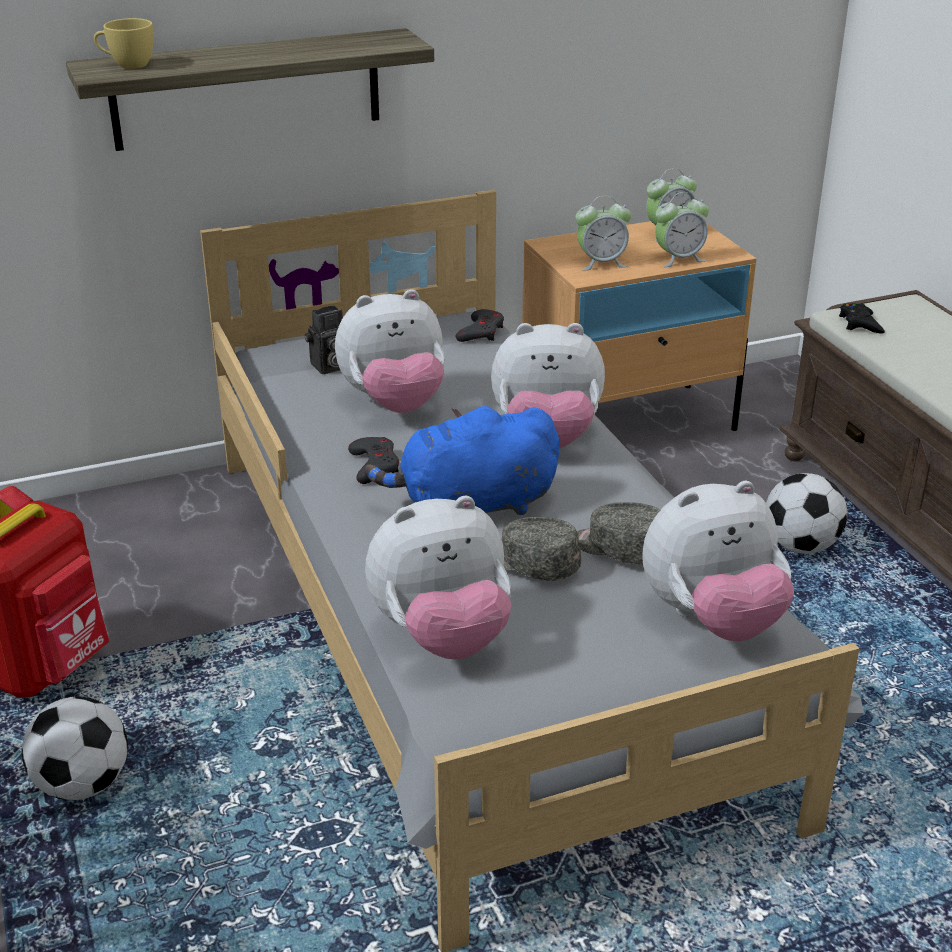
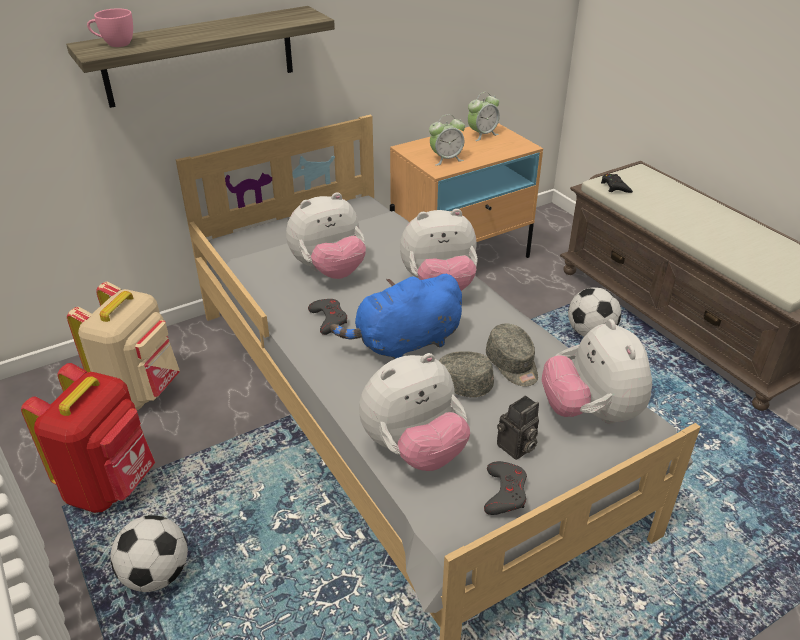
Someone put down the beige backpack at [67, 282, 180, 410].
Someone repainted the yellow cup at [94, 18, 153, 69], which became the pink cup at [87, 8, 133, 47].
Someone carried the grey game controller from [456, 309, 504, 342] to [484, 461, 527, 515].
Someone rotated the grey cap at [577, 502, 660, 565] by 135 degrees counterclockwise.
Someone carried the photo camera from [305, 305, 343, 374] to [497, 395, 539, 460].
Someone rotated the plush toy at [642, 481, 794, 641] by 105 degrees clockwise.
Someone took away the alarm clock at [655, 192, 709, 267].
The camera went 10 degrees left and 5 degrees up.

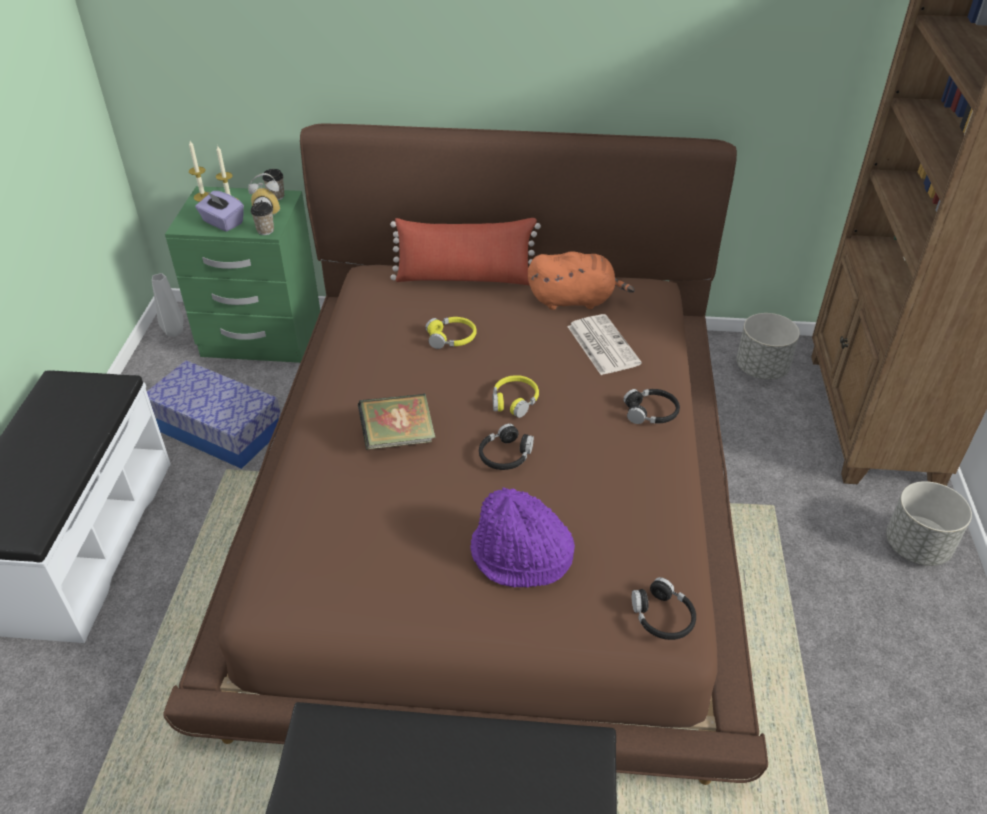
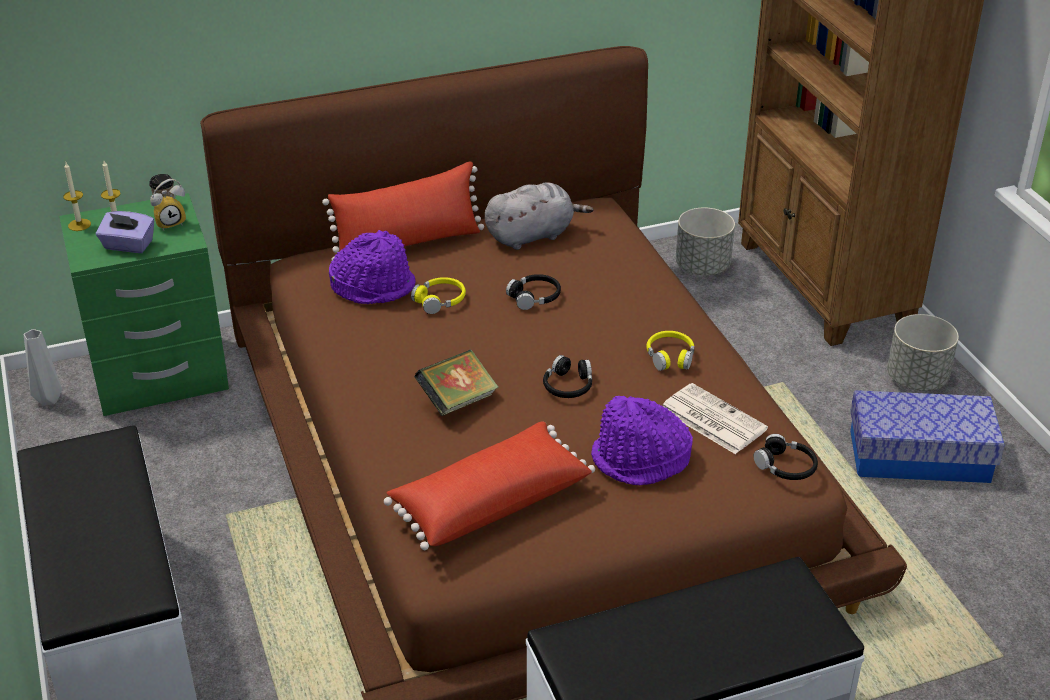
Someone put down the purple hat at [329, 230, 416, 304].
Someone put down the red pillow at [384, 422, 595, 550].
Someone repainted the orange plush toy at [528, 252, 635, 310], which became the grey plush toy at [485, 183, 593, 250].
Someone carried the black headphones from [623, 389, 680, 424] to [506, 274, 561, 310].
Someone carried the yellow headphones from [493, 375, 539, 418] to [646, 331, 694, 371].
Someone carried the newspaper from [567, 314, 642, 375] to [663, 383, 768, 454].
Someone carried the storage box from [147, 360, 281, 469] to [850, 390, 1005, 483].
Someone took away the cup at [251, 202, 274, 235].
The camera went 25 degrees left and 5 degrees down.

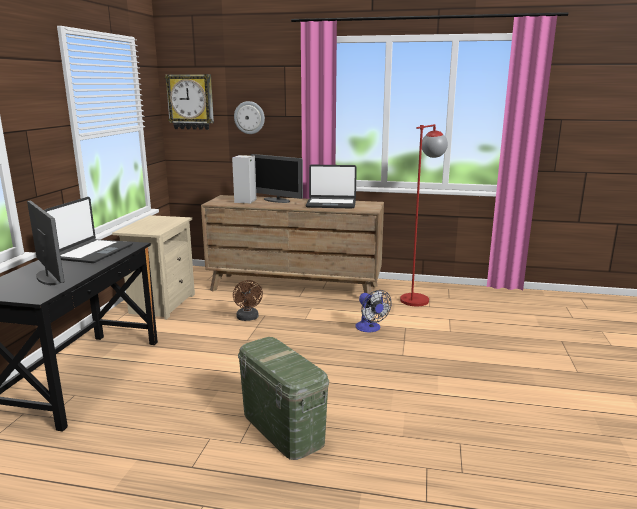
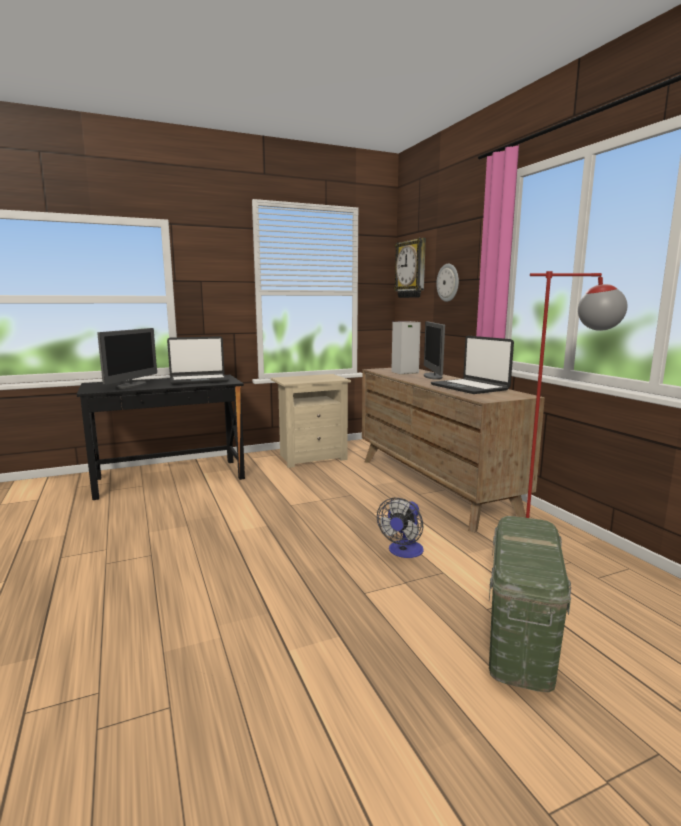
Someone carried the green storage box from [238, 337, 329, 460] to [489, 516, 571, 692].
Someone took away the brown fan at [233, 280, 263, 321].
The camera went 55 degrees right and 5 degrees down.

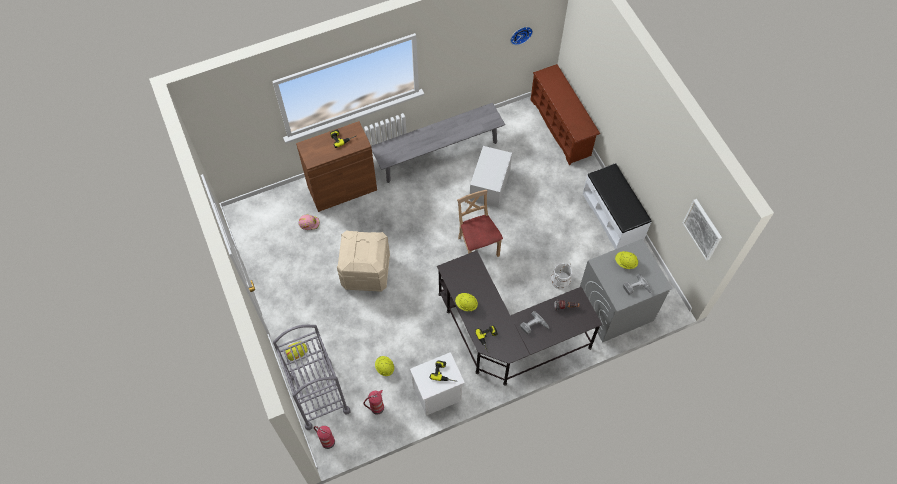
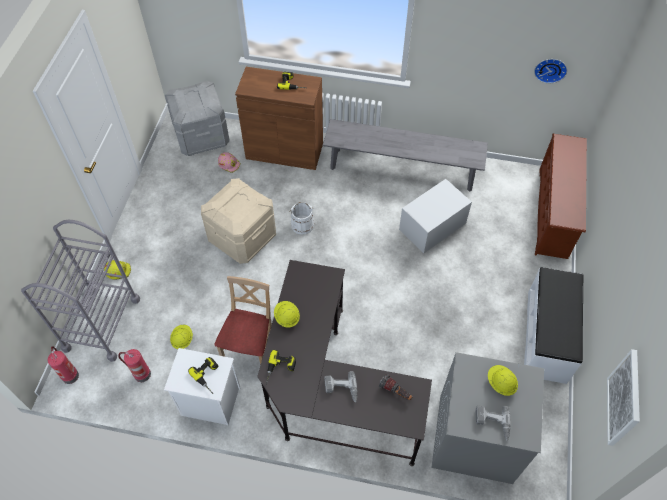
Someone put down the grey storage box at [165, 81, 230, 156].
Someone carried the beige chair from [457, 190, 503, 257] to [214, 276, 272, 365].
Someone carried the white bucket from [551, 263, 572, 289] to [289, 202, 314, 235].
The camera went 35 degrees right and 5 degrees down.

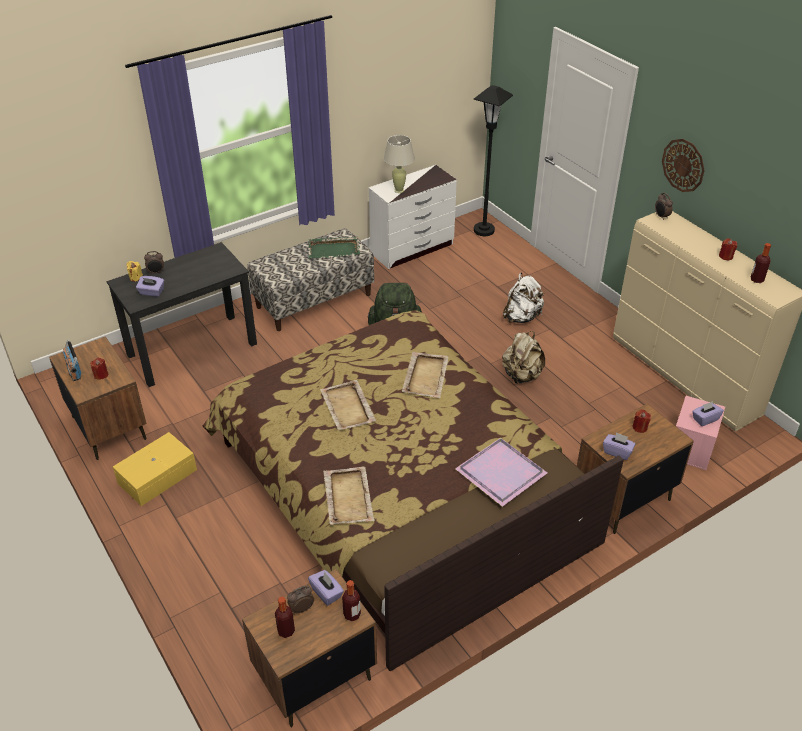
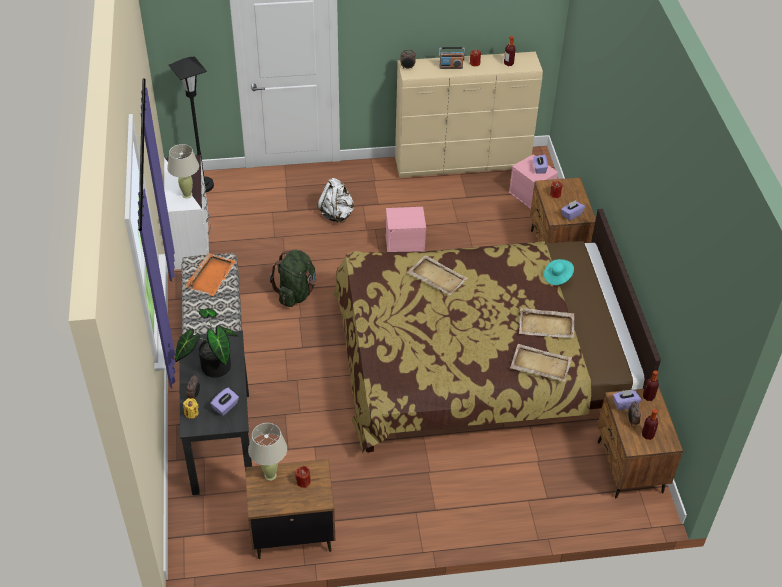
Someone put down the potted plant at [175, 308, 239, 377].
Someone repainted the green tray at [308, 237, 360, 259], which became the orange tray at [185, 253, 236, 296].
Someone put down the beige table lamp at [248, 423, 287, 481].
Someone swapped the beige backpack at [502, 331, 545, 384] for the pink storage box at [385, 207, 426, 252].
Someone carried the radio from [63, 340, 82, 381] to [439, 47, 465, 69].
Someone carried the beige tray from [320, 380, 376, 431] to [519, 308, 575, 338].
Someone swapped the purple tray at [455, 438, 547, 507] for the turquoise hat at [544, 259, 574, 285].
Someone took away the yellow storage box at [113, 432, 197, 506].
Someone took away the wall clock at [662, 139, 705, 192].
The camera went 65 degrees left and 5 degrees up.

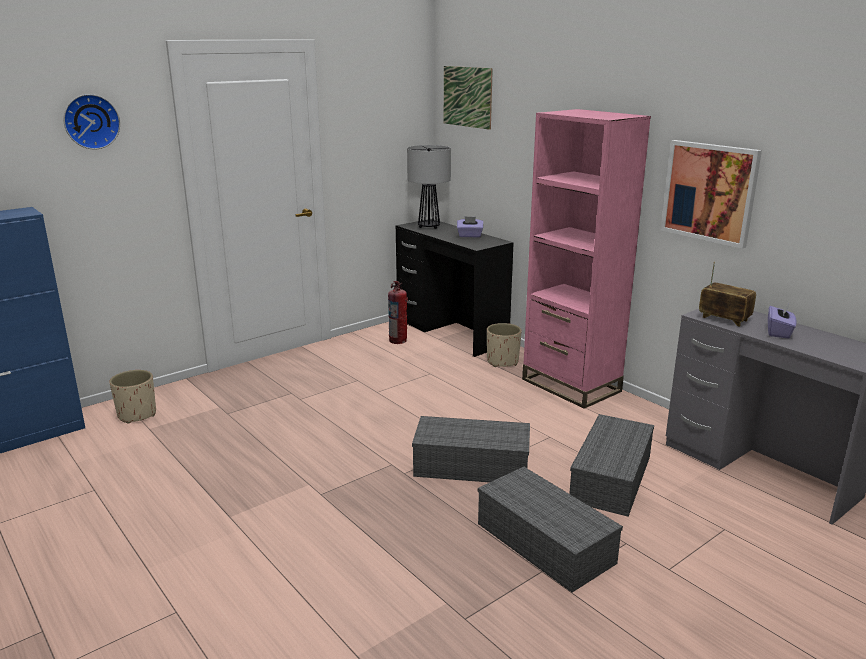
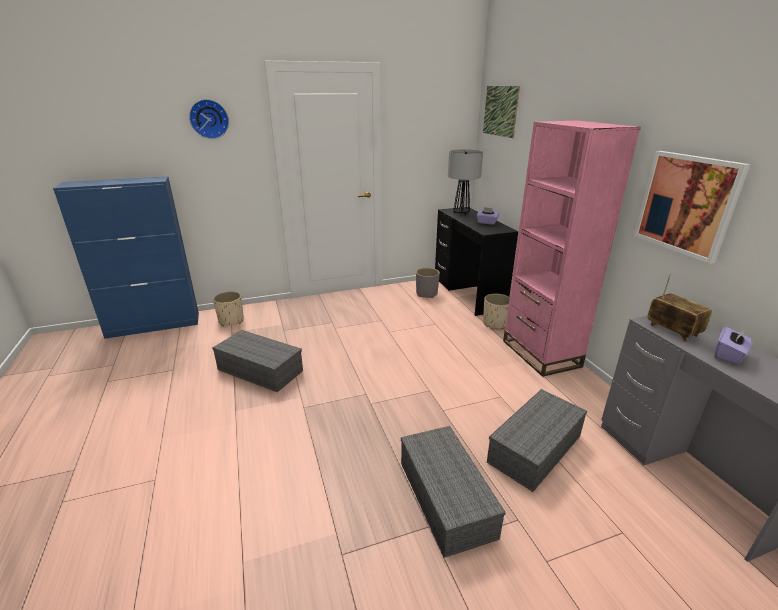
Someone carried the grey storage box from [412, 416, 530, 483] to [213, 330, 303, 392].
Someone swapped the fire extinguisher at [388, 281, 408, 344] for the grey planter at [416, 268, 440, 298].
The camera went 20 degrees right and 5 degrees up.

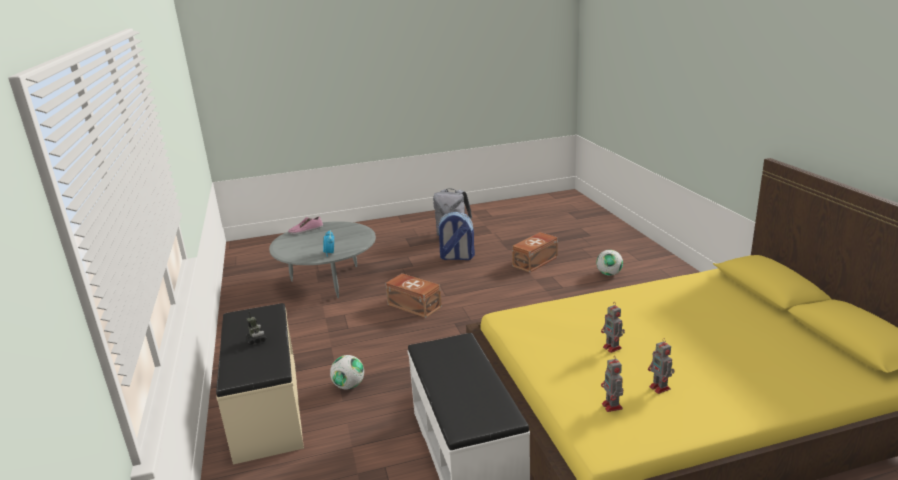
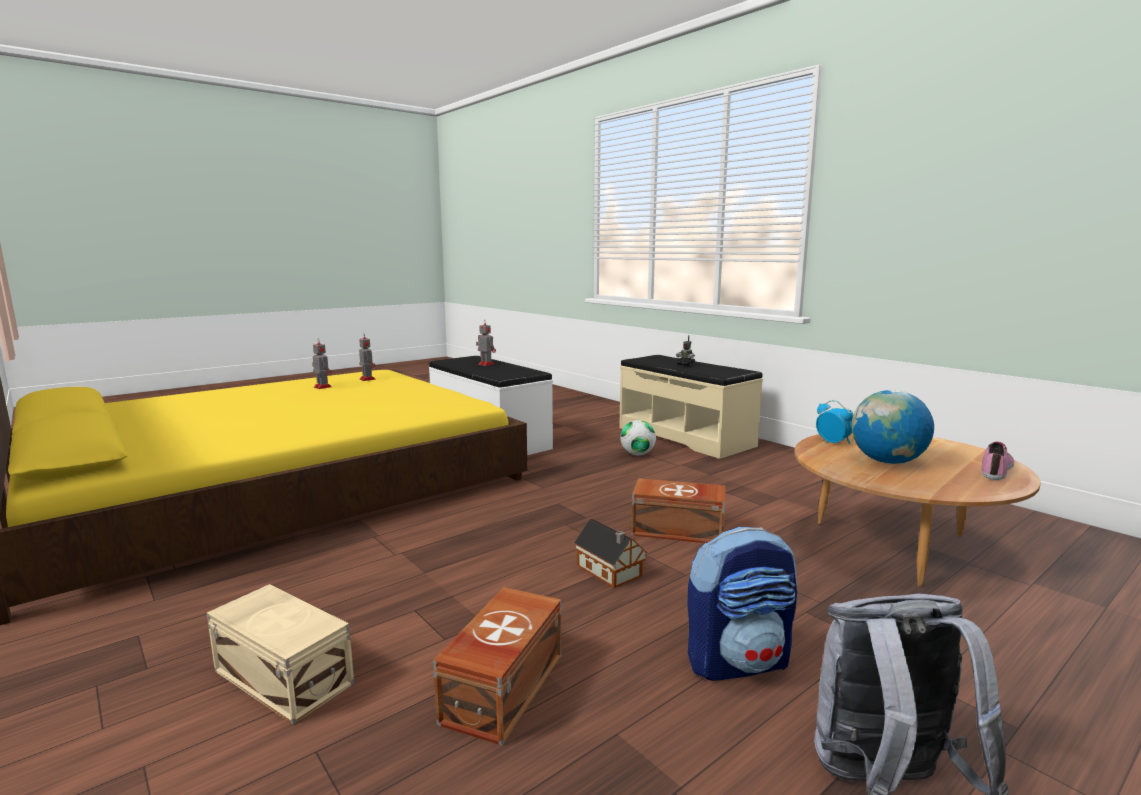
Someone swapped the football at [596, 250, 623, 276] for the beige storage box at [207, 584, 354, 724].
Someone carried the toy robot from [601, 303, 625, 353] to [476, 320, 496, 366].
Someone put down the toy house at [574, 519, 647, 588].
Someone repainted the grey coffee table at [269, 221, 376, 298], which became the brown coffee table at [794, 433, 1041, 587].
Someone put down the globe at [851, 390, 934, 464].
The camera went 155 degrees right and 10 degrees down.

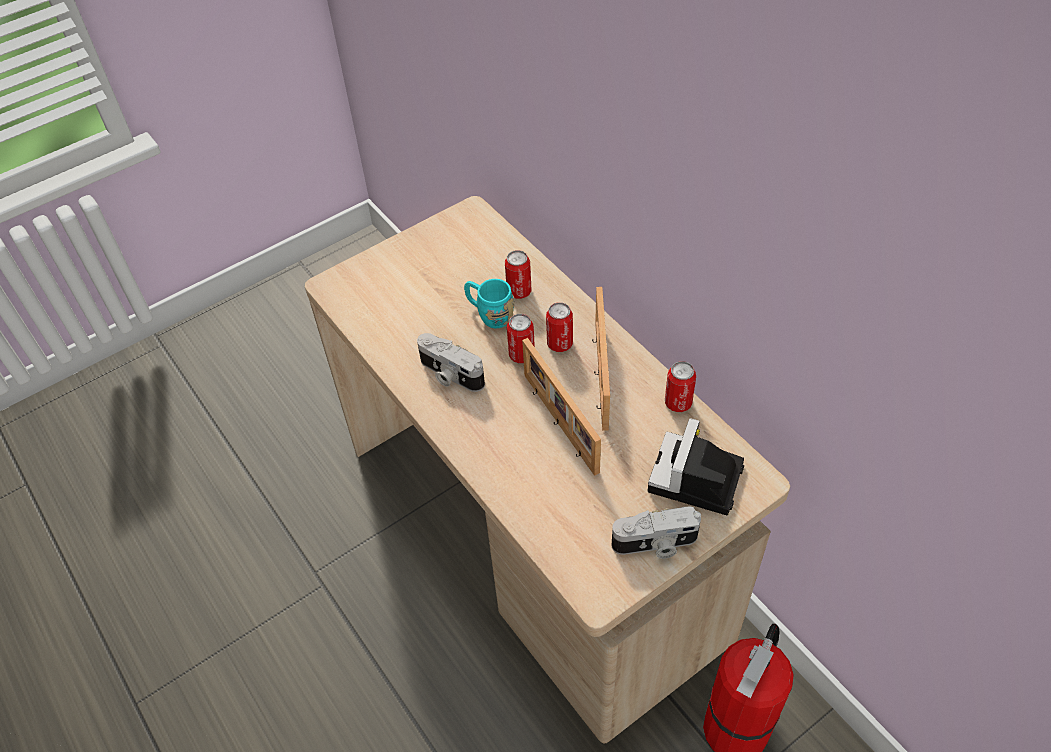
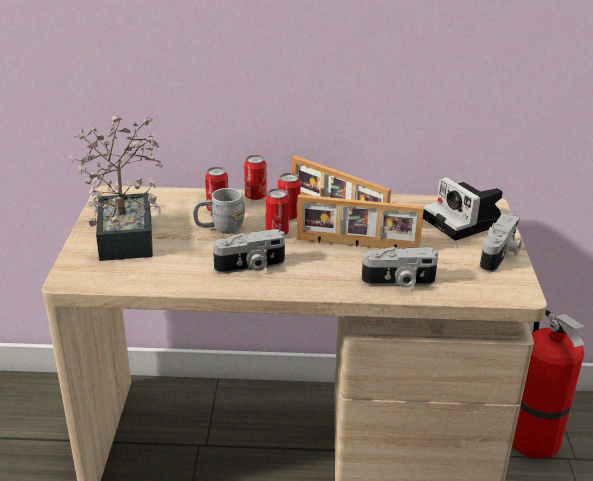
Someone put down the potted plant at [69, 115, 163, 261].
Someone repainted the turquoise mug at [464, 279, 515, 328], which became the grey mug at [193, 188, 245, 234].
Someone carried the can from [665, 361, 696, 412] to [244, 155, 266, 200].
Someone put down the photo camera at [362, 247, 438, 288].
The camera went 55 degrees left and 20 degrees down.

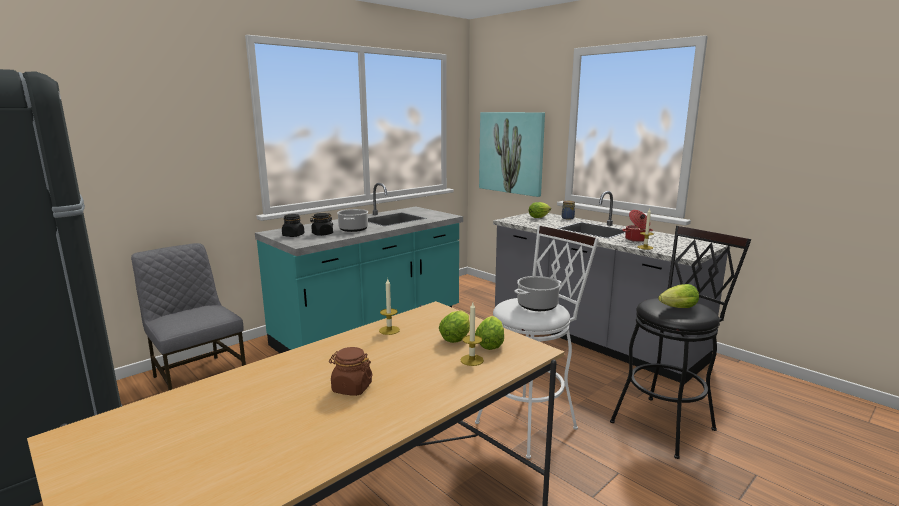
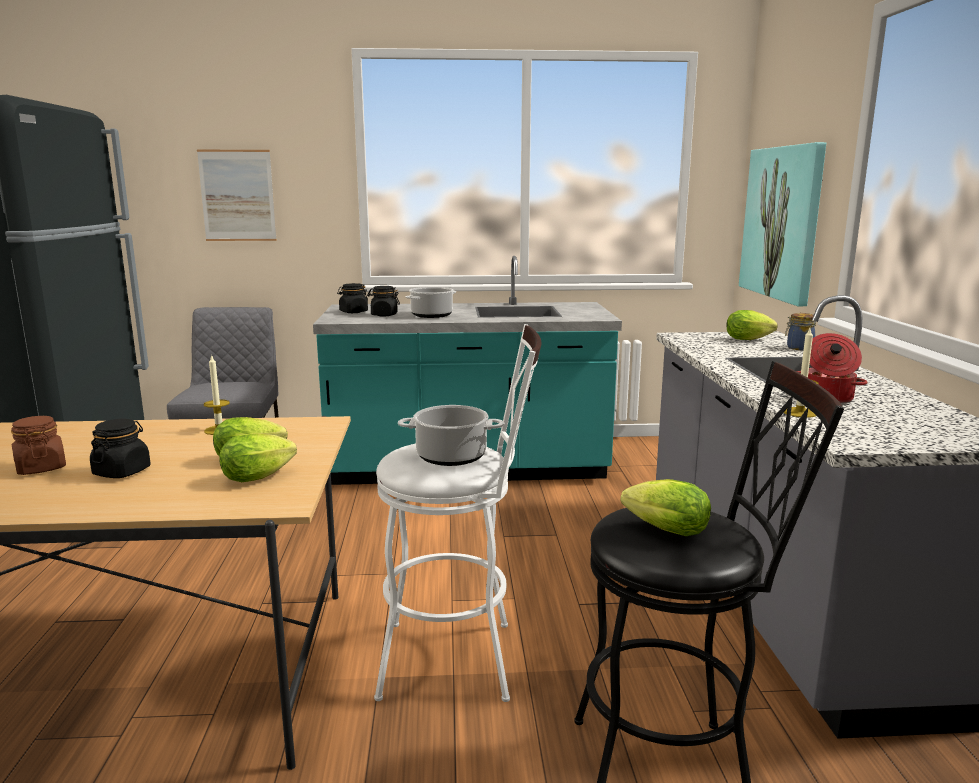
Someone put down the black jar at [90, 419, 151, 478].
Someone put up the picture at [197, 150, 277, 241].
Someone took away the candle at [460, 302, 484, 366].
The camera went 40 degrees right and 0 degrees up.

